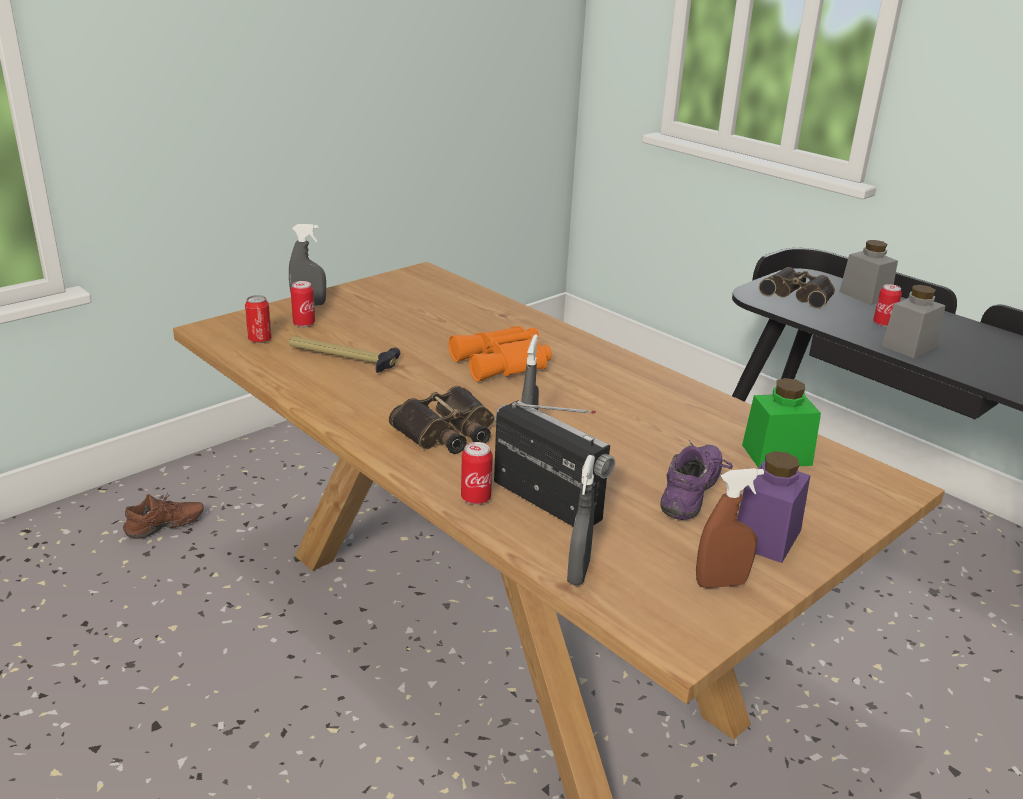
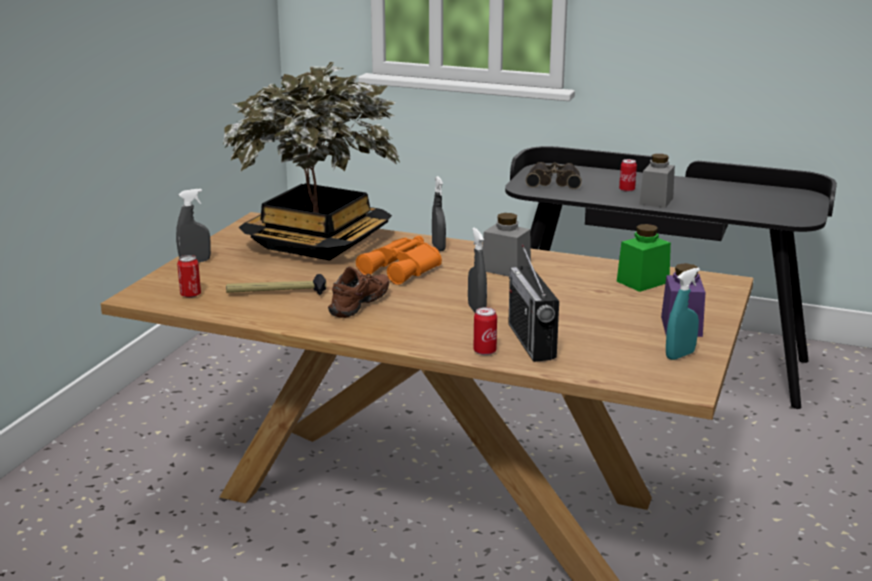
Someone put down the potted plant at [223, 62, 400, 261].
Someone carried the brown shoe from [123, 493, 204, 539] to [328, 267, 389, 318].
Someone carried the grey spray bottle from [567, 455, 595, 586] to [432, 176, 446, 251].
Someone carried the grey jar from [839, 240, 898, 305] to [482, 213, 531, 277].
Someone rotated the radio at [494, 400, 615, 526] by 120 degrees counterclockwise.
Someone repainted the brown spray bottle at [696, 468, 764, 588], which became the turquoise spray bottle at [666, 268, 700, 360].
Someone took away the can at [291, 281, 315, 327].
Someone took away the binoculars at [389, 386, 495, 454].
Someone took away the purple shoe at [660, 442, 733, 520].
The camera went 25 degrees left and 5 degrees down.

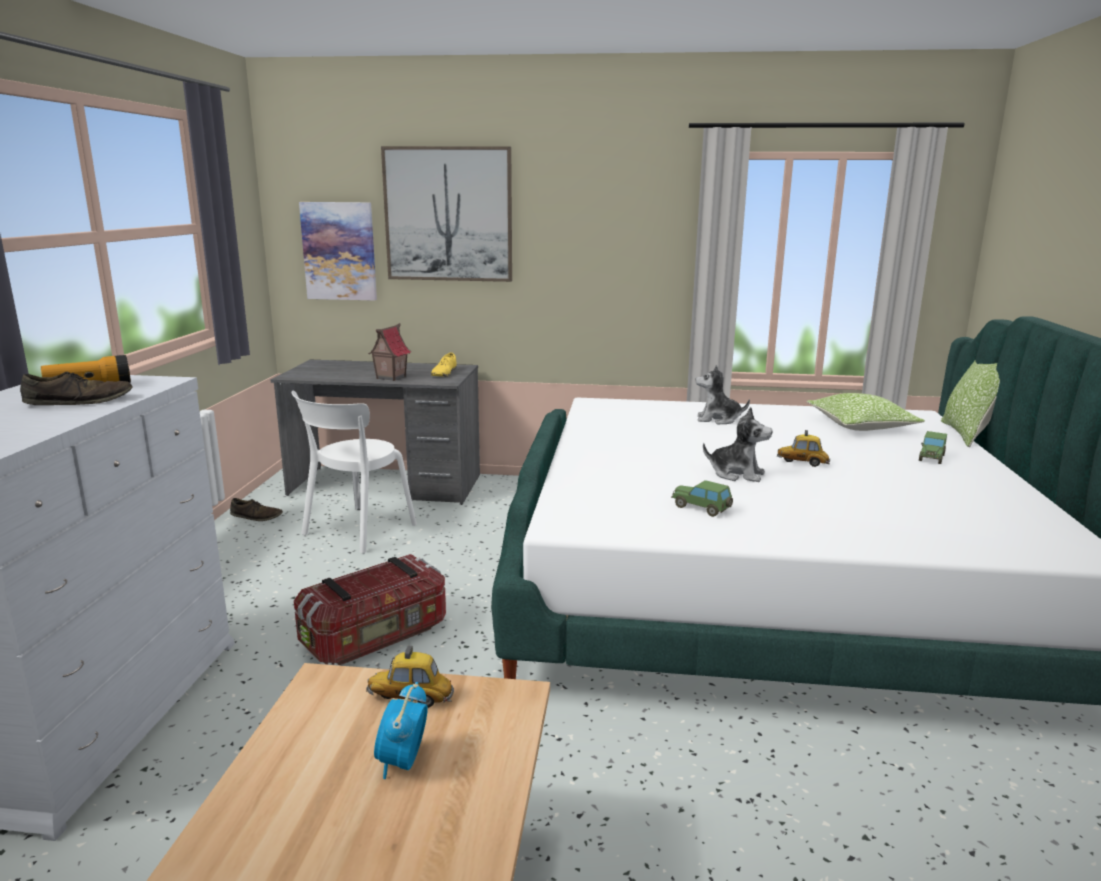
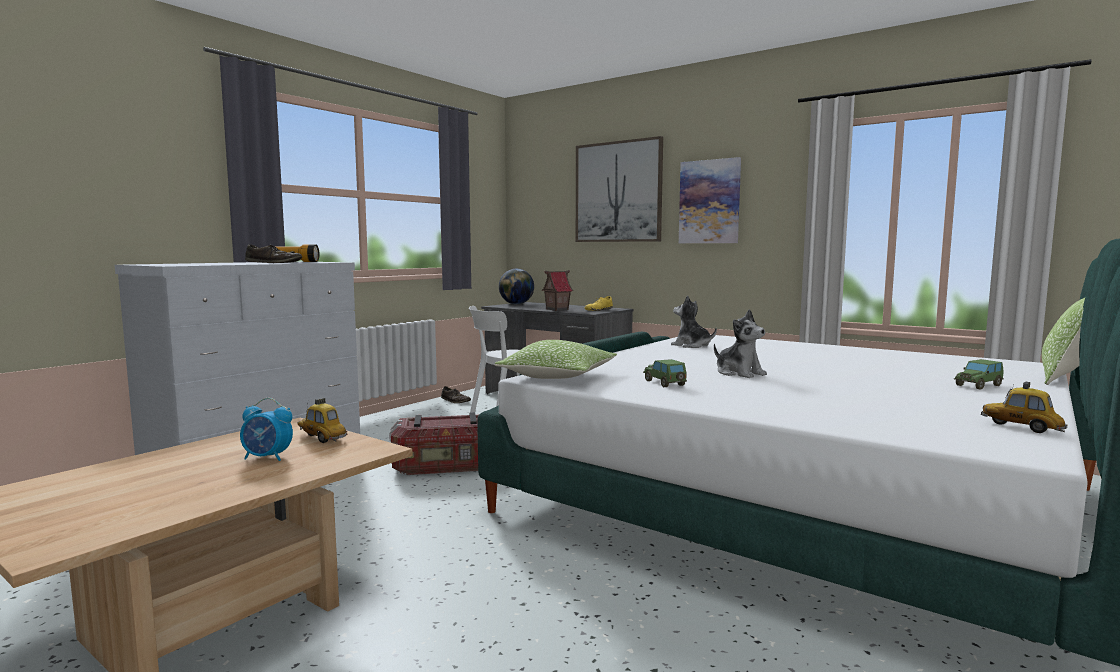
Someone rotated the alarm clock at [374, 682, 428, 779] by 120 degrees counterclockwise.
Someone carried the pillow from [806, 393, 925, 431] to [494, 340, 617, 379].
Someone put down the globe at [499, 269, 534, 304].
Someone carried the plush toy from [695, 365, 750, 424] to [671, 296, 717, 348].
Someone carried the picture from [299, 202, 377, 301] to [679, 157, 741, 243].
Someone carried the toy car from [777, 430, 830, 467] to [981, 382, 1068, 433].
The camera went 30 degrees right and 10 degrees down.

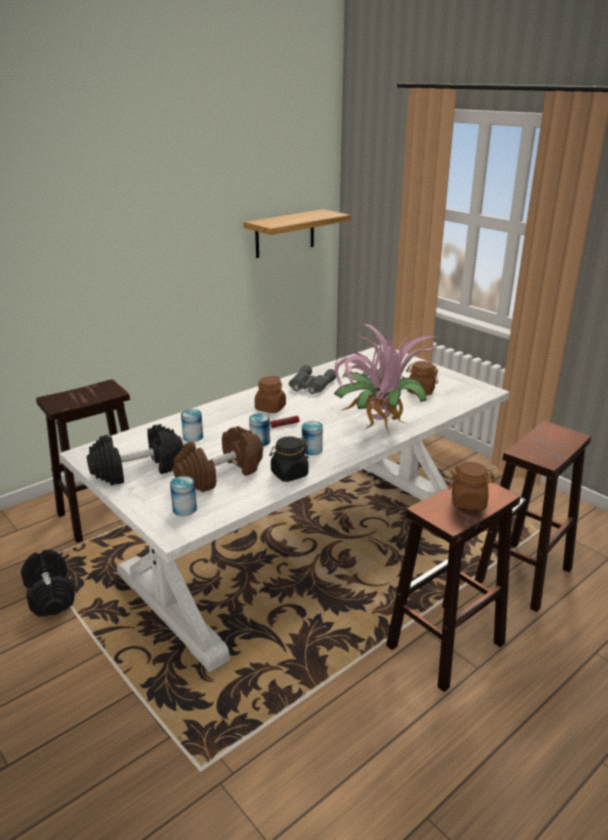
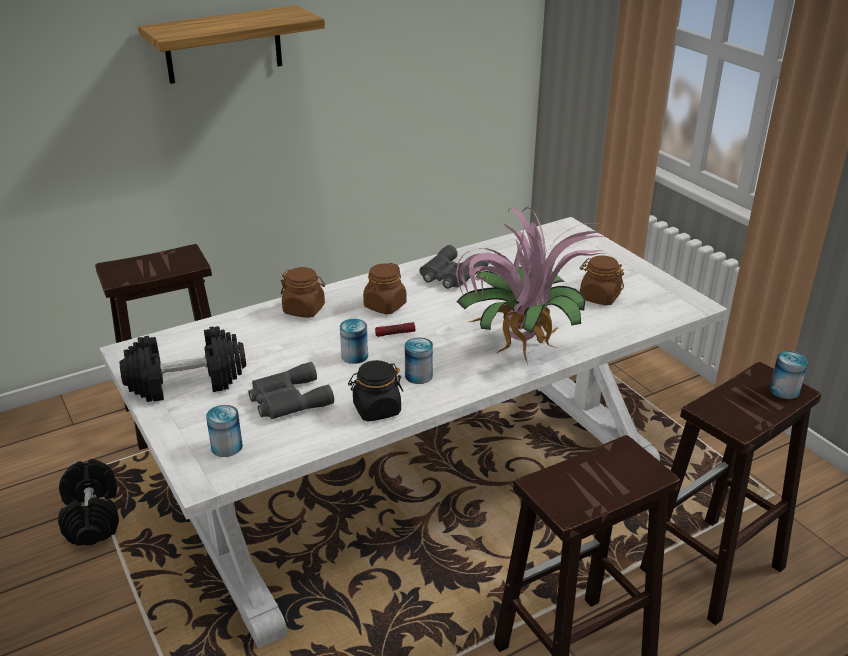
Someone carried the shelf from [244, 209, 351, 258] to [138, 5, 325, 84].
Someone swapped the brown dumbbell at [173, 426, 263, 492] for the grey binoculars at [248, 362, 334, 419].
Someone carried the brown jar from [448, 462, 495, 510] to [281, 267, 325, 318].
Someone carried the can from [181, 409, 203, 442] to [770, 351, 808, 399].
The camera went 10 degrees right and 5 degrees up.

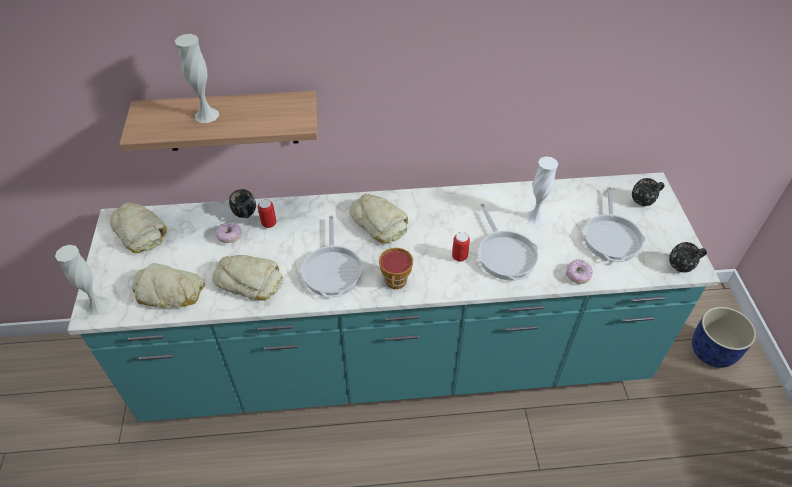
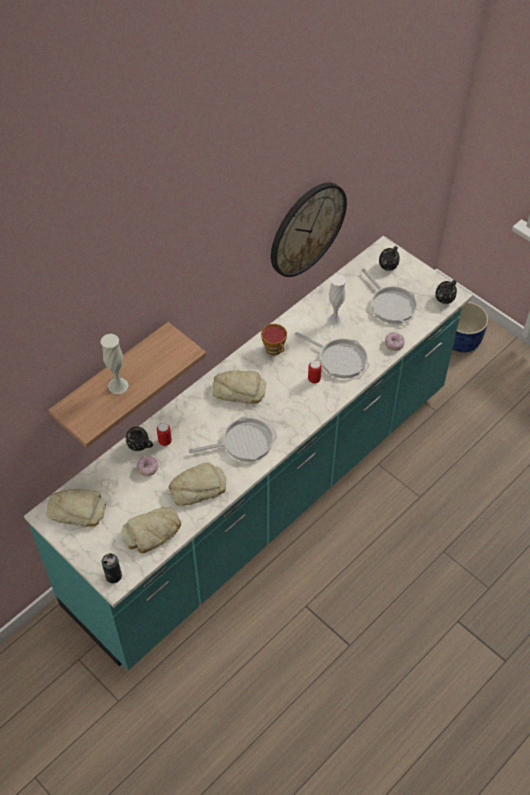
Someone swapped the white vase at [55, 245, 110, 316] for the can at [102, 553, 122, 583].
Someone rotated the frying pan at [299, 215, 364, 297] by 60 degrees counterclockwise.
Someone carried the cup from [379, 248, 413, 289] to [261, 324, 287, 356].
Someone put up the wall clock at [271, 183, 347, 277].
The camera went 40 degrees left and 5 degrees up.

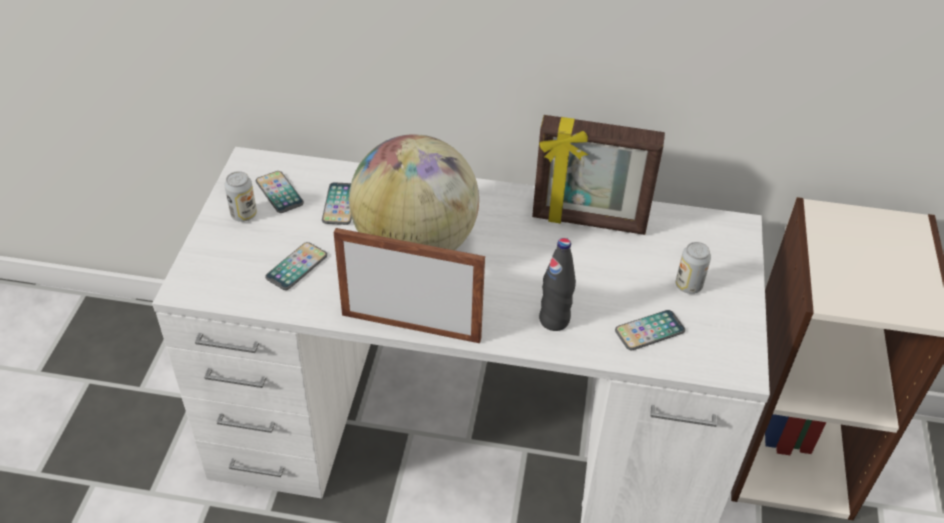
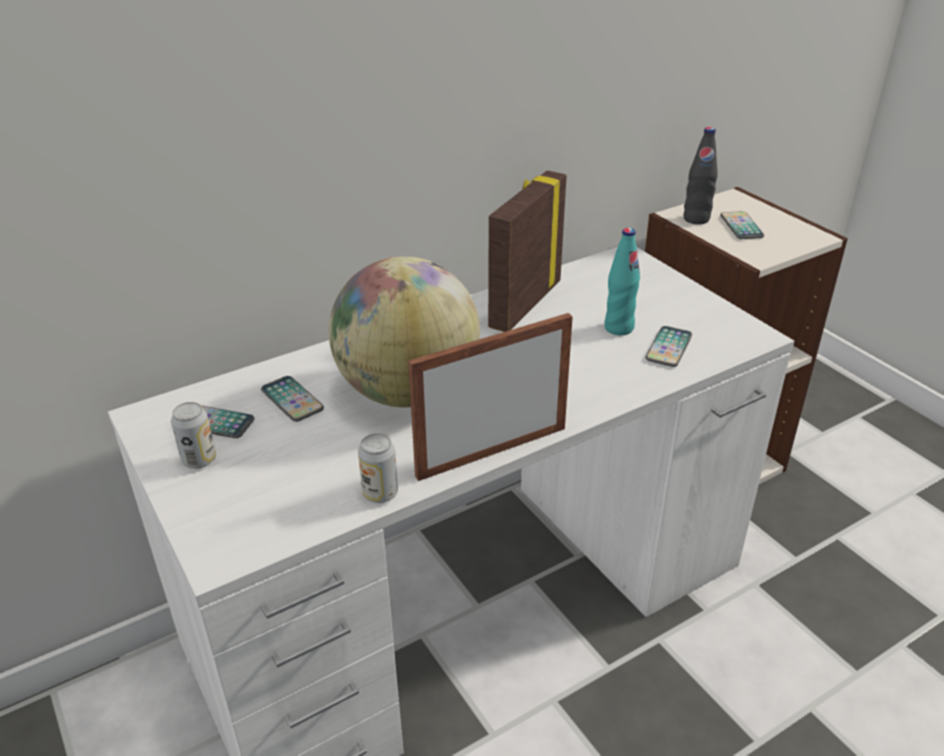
Someone carried the can from [676, 242, 711, 294] to [358, 433, 398, 503].
Someone rotated the picture frame at [532, 115, 665, 235] by 150 degrees clockwise.
Someone put down the turquoise bottle at [604, 228, 640, 335].
Someone carried the black bottle from [539, 238, 576, 331] to [683, 127, 718, 224].
Someone carried the phone from [265, 242, 327, 290] to [720, 211, 764, 239].
The camera went 40 degrees left and 10 degrees down.

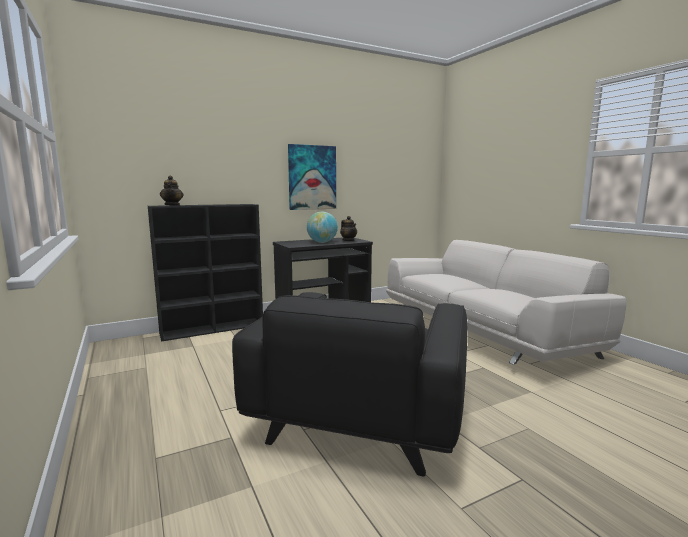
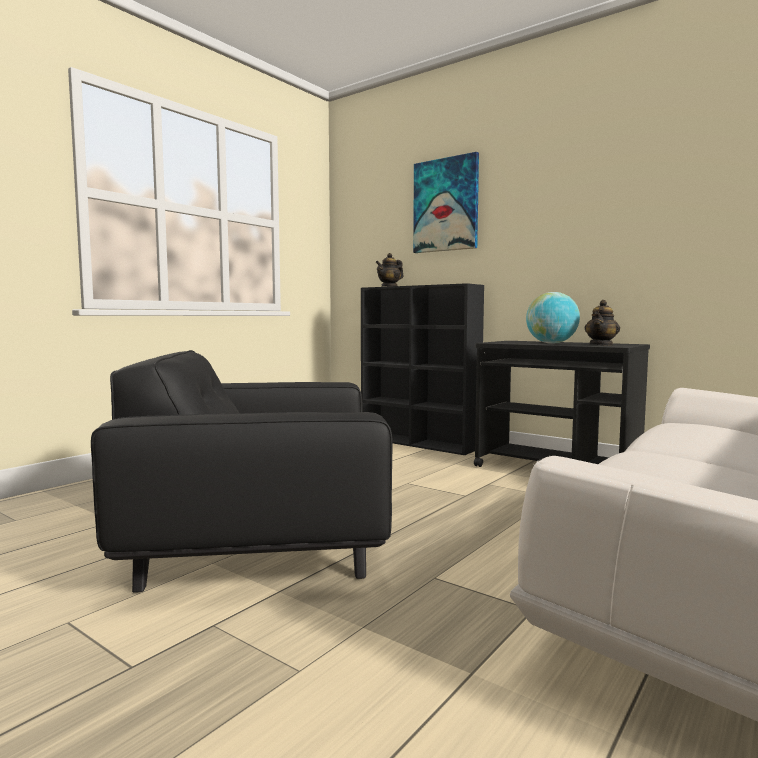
Someone carried the picture from [288, 144, 336, 210] to [413, 152, 479, 253].
The camera went 65 degrees right and 5 degrees down.

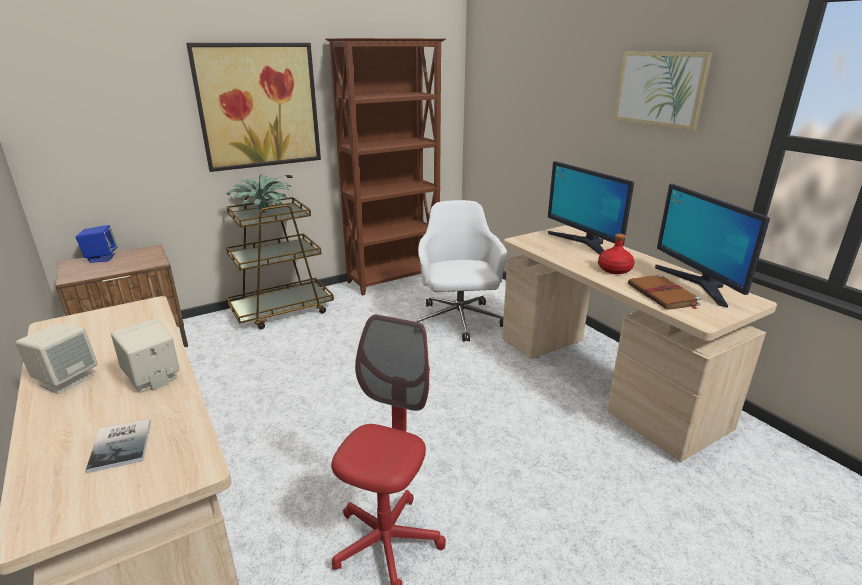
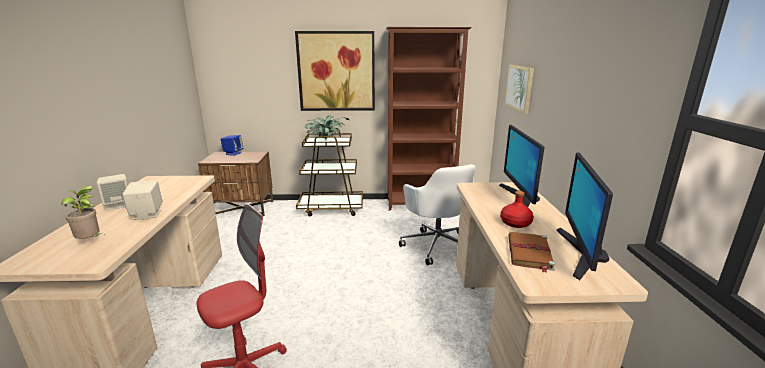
Someone swapped the book at [86, 418, 151, 473] for the potted plant at [62, 186, 102, 239].
Someone rotated the white office chair at [417, 200, 507, 342] by 135 degrees clockwise.
Someone carried the picture from [614, 51, 713, 131] to [505, 65, 534, 113].
The camera went 30 degrees right and 5 degrees down.

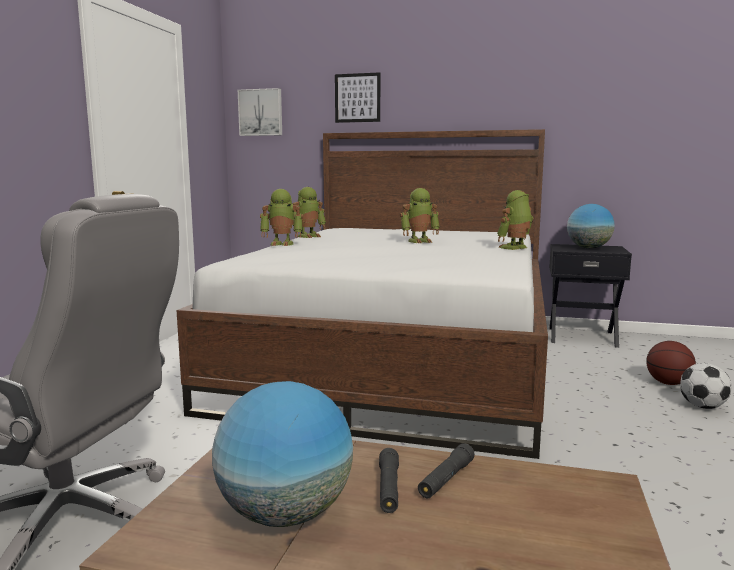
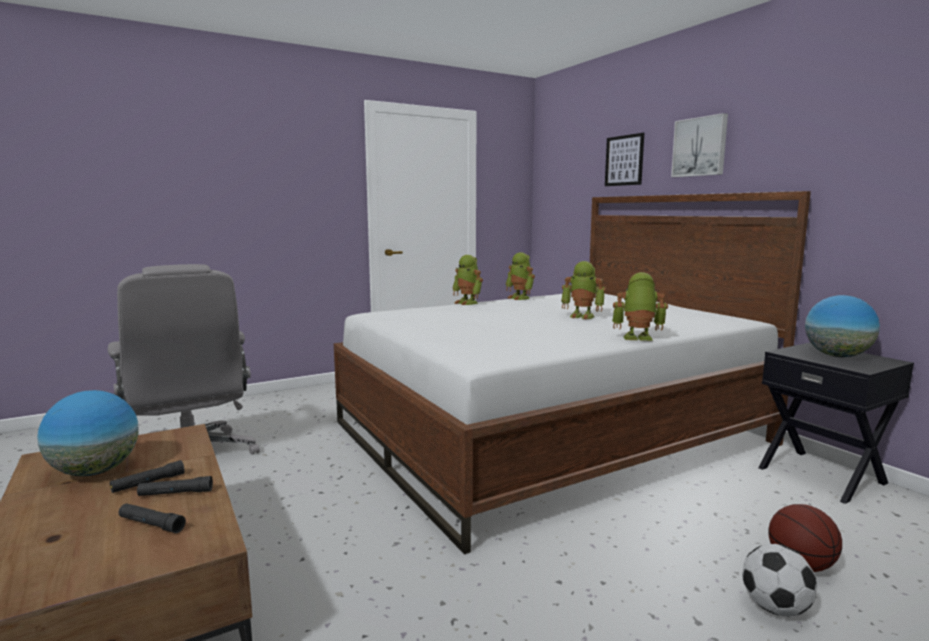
Someone put down the black flashlight at [119, 504, 186, 533].
Someone rotated the toy robot at [293, 187, 326, 238] by 45 degrees clockwise.
Someone carried the picture from [238, 88, 282, 136] to [671, 113, 728, 177].
The camera went 45 degrees right and 0 degrees up.

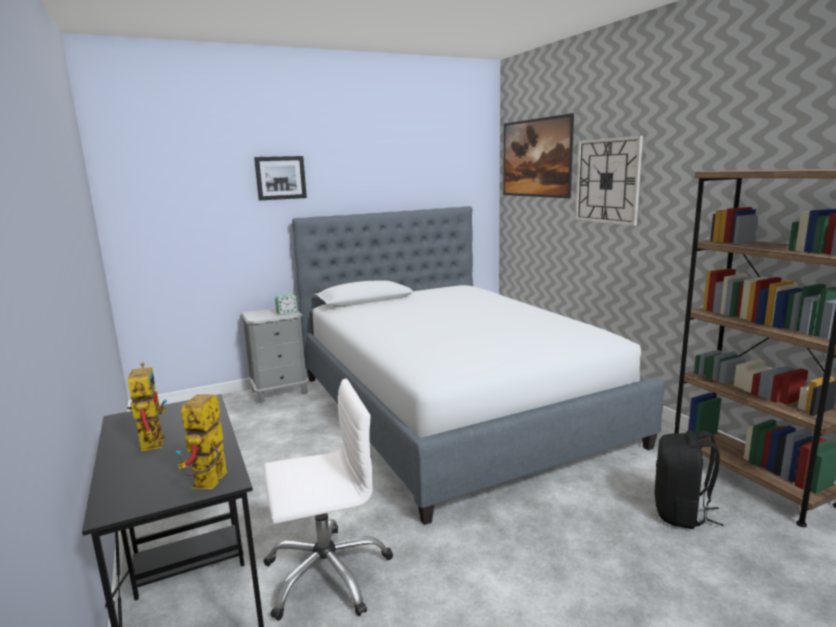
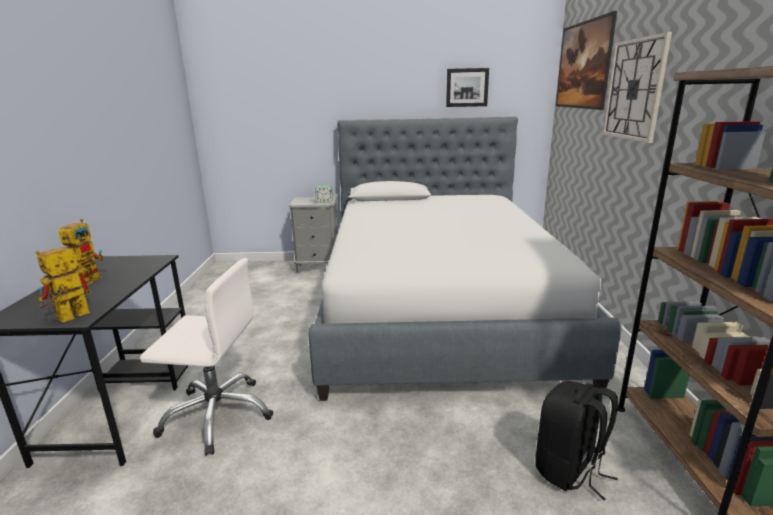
Someone carried the picture from [254, 156, 307, 201] to [446, 68, 489, 107].
The camera went 25 degrees right and 5 degrees up.

